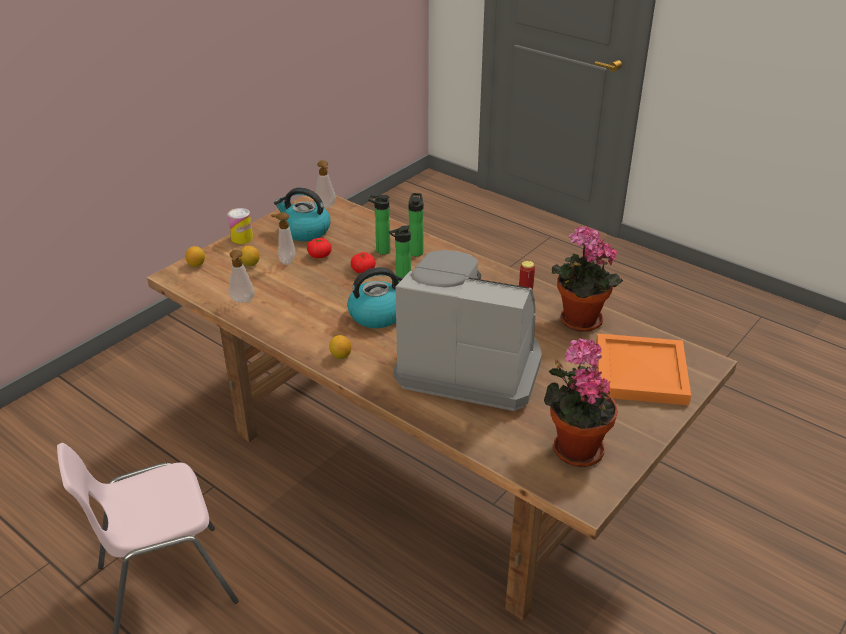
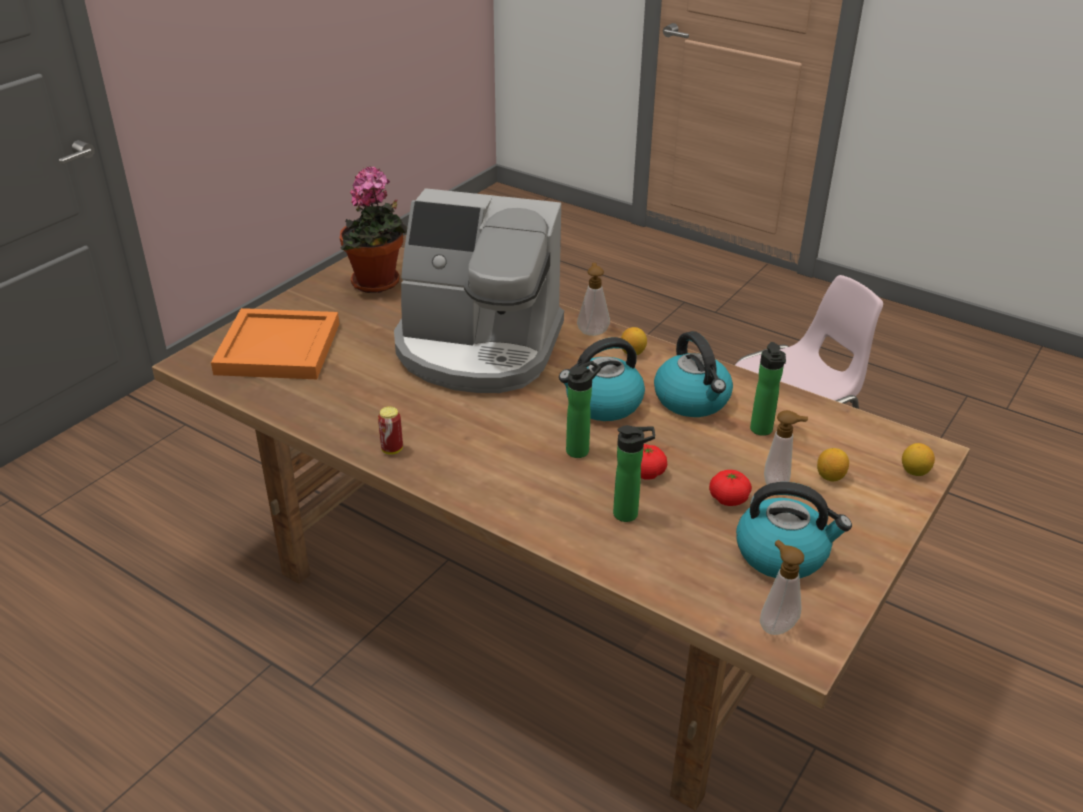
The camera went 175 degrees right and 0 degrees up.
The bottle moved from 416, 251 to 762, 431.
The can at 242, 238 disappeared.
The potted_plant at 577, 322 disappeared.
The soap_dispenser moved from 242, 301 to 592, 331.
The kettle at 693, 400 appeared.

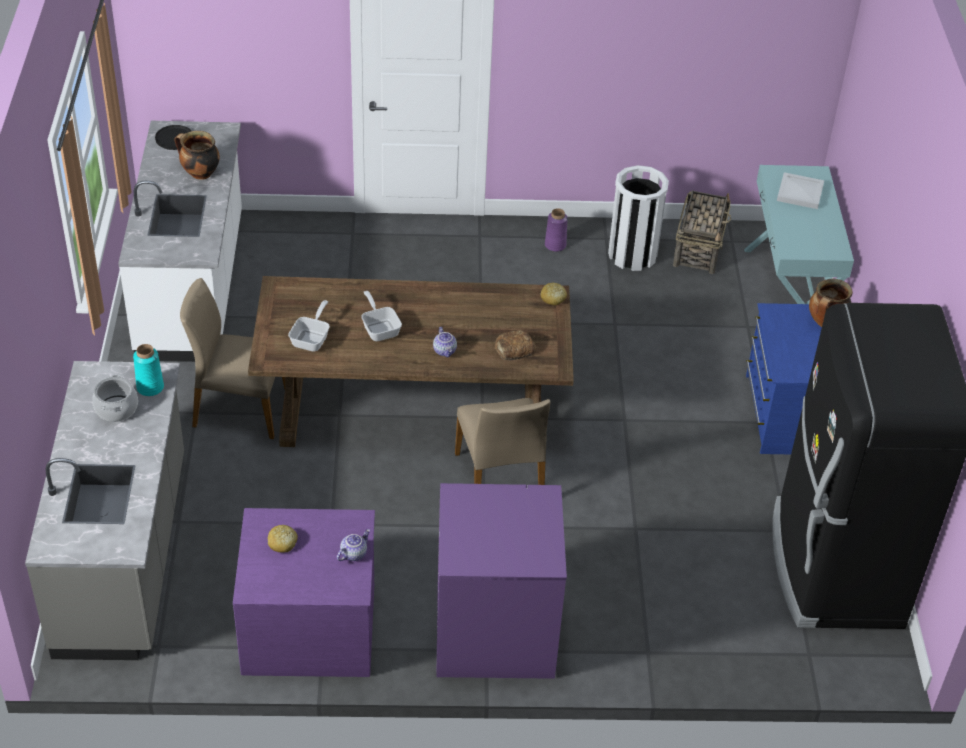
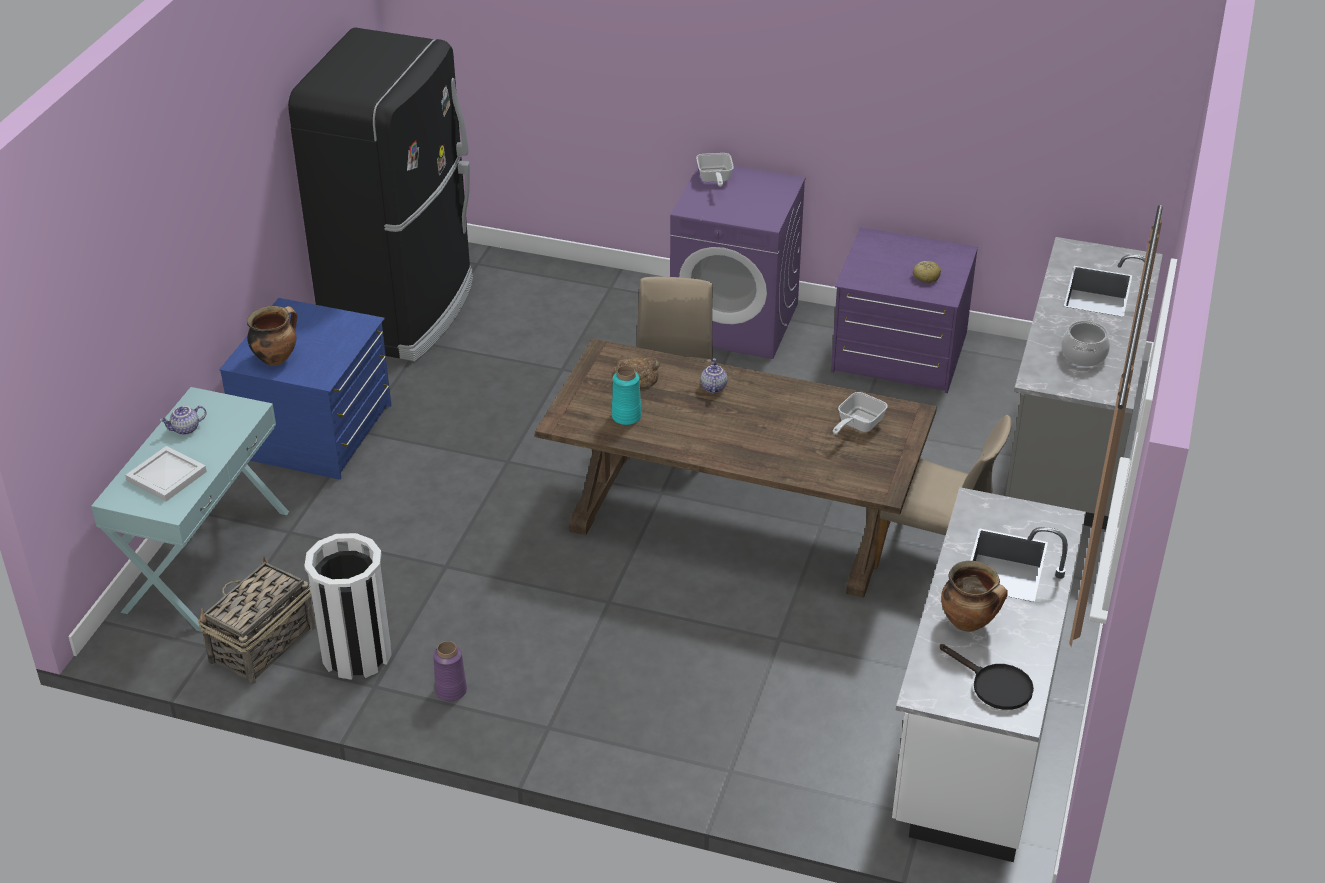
The camera went 160 degrees left and 5 degrees down.
The bread at 553, 298 disappeared.
The frying_pan moved from 380, 328 to 714, 179.
The turquoise_vase moved from 150, 387 to 626, 417.
The teapot moved from 353, 553 to 185, 429.

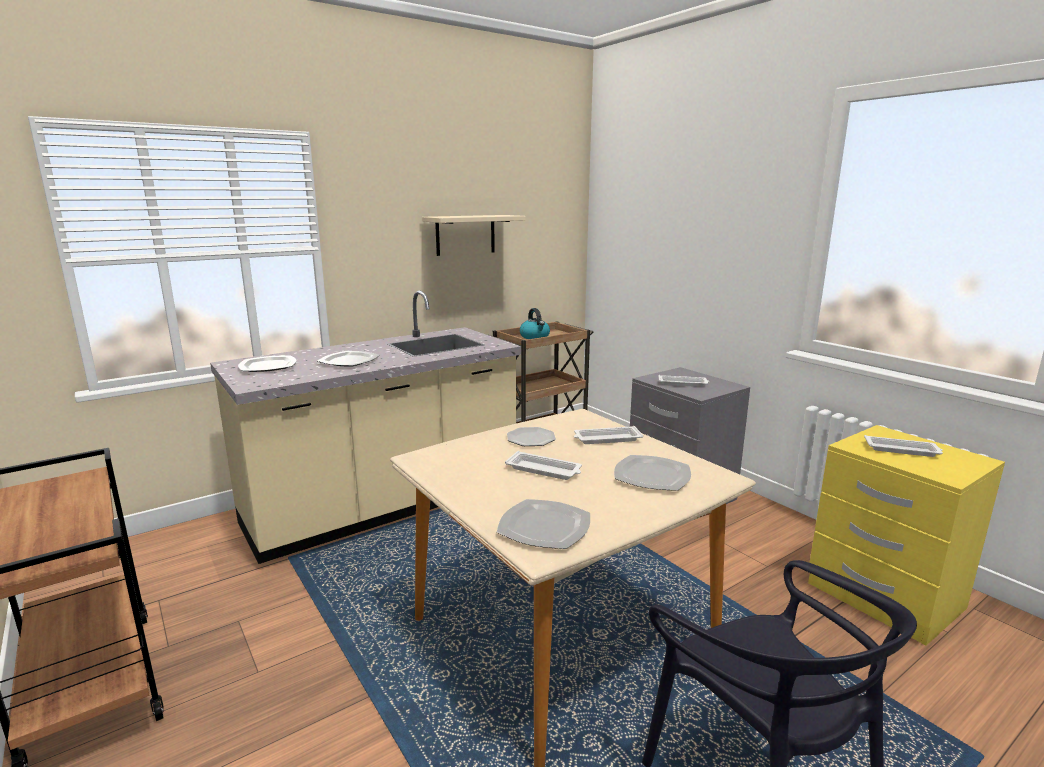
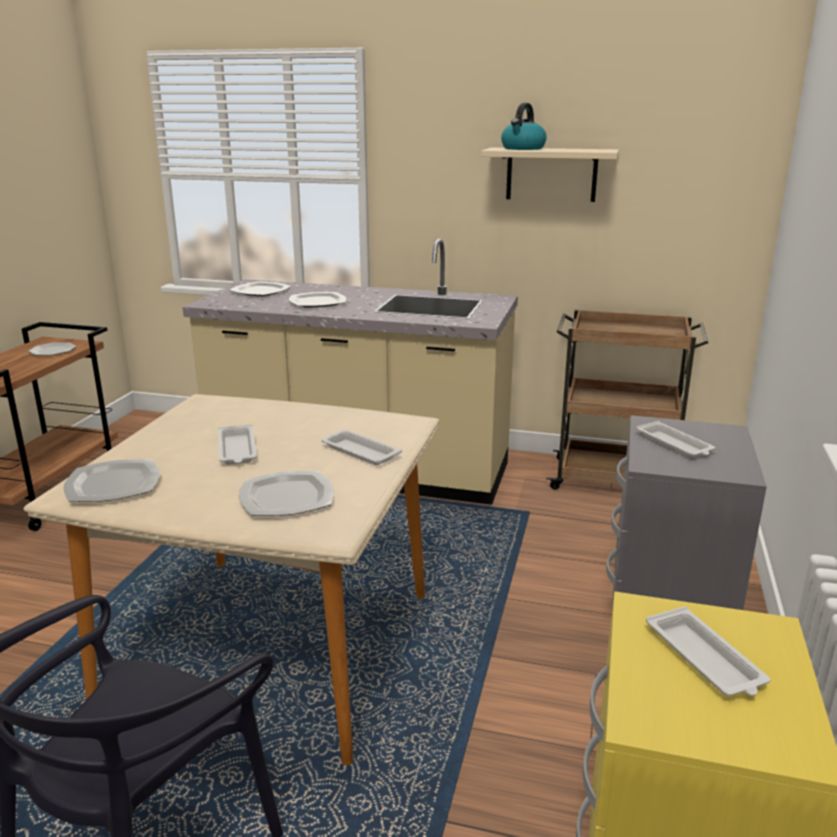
The camera went 50 degrees right and 5 degrees up.
The kettle moved from 535, 337 to 523, 149.
The plate moved from 531, 439 to 52, 351.

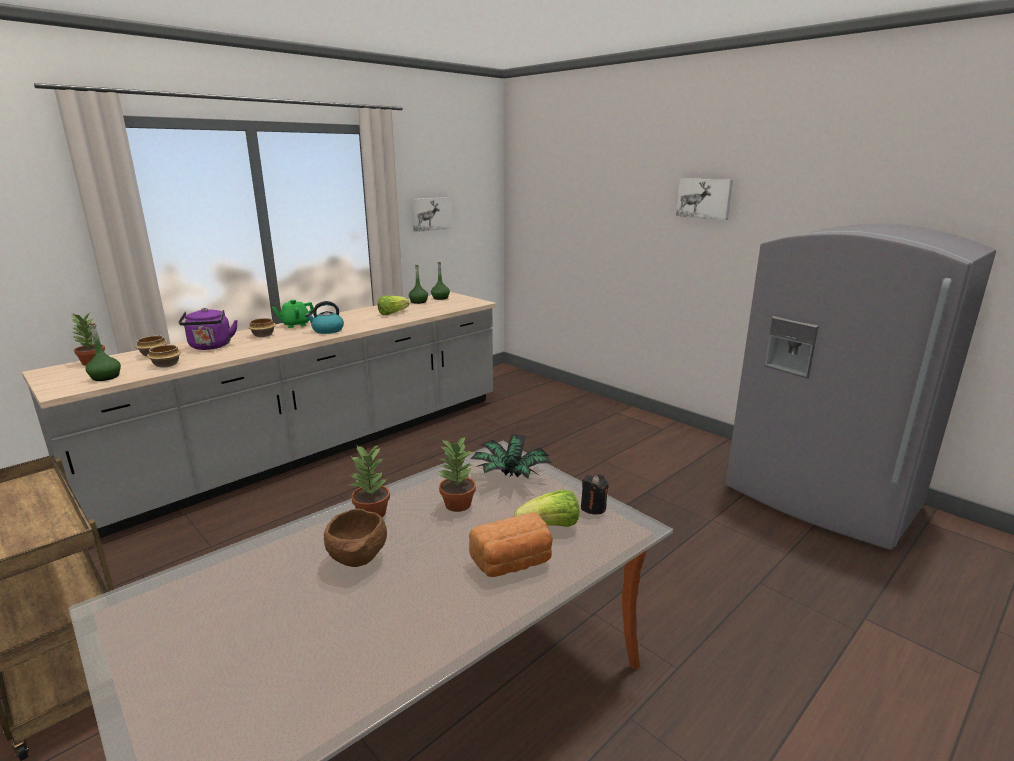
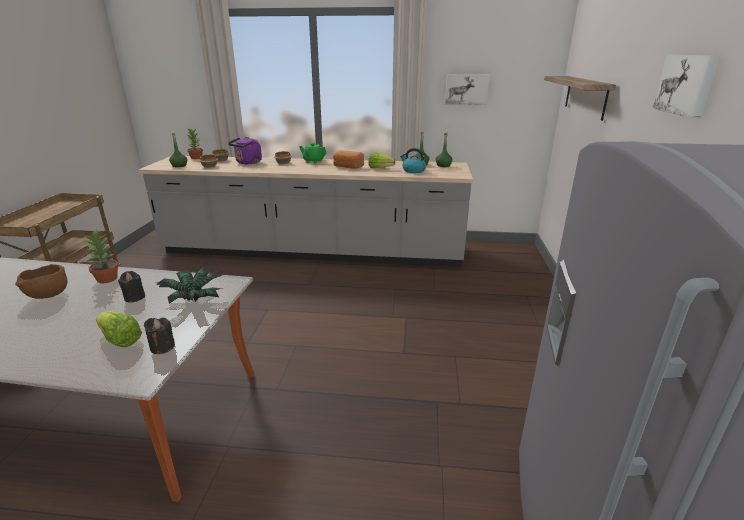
The camera went 50 degrees right and 5 degrees up.
The kettle moved from 327, 330 to 413, 170.
The potted_plant at 457, 504 was replaced by the black_candle at 134, 297.
The bread moved from 513, 563 to 347, 167.
The shelf at 585, 96 appeared.

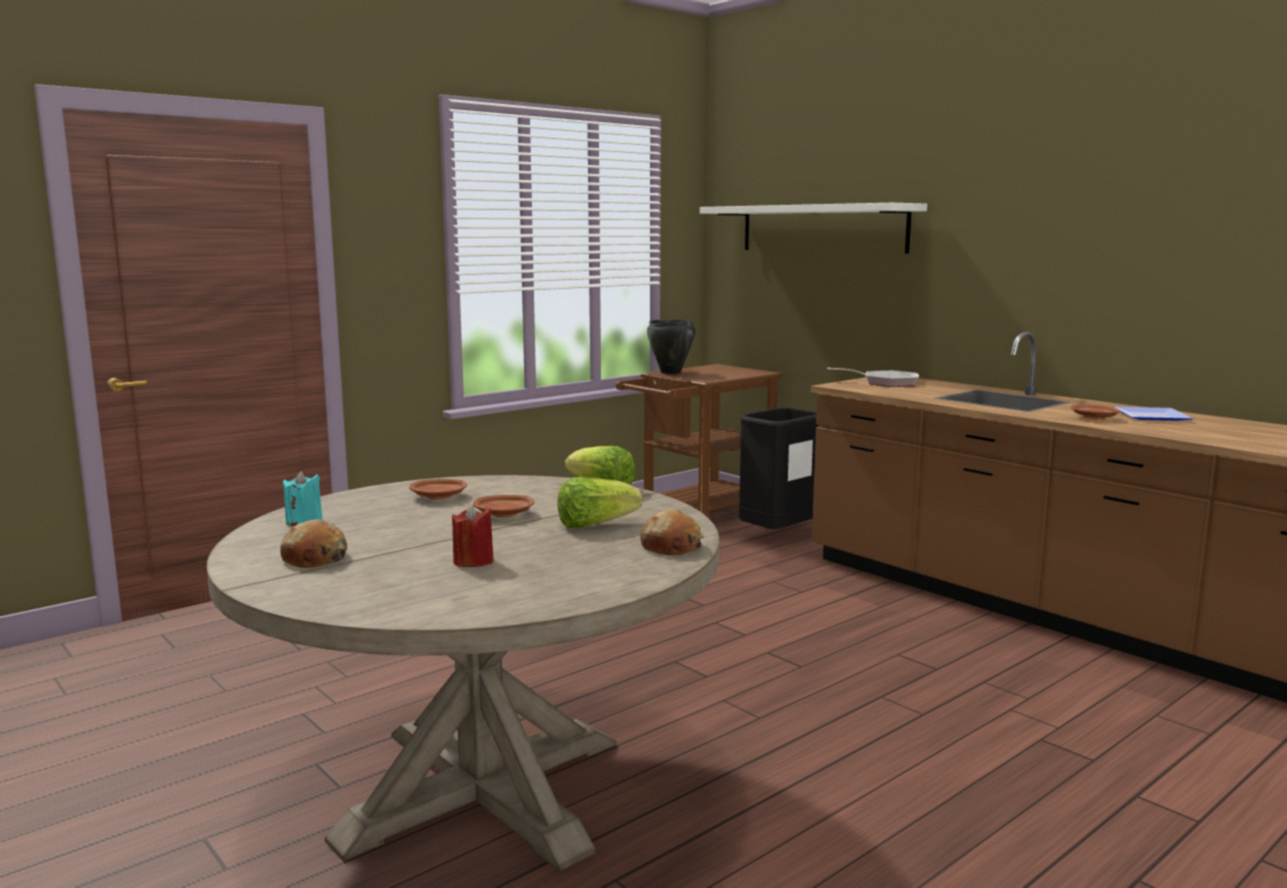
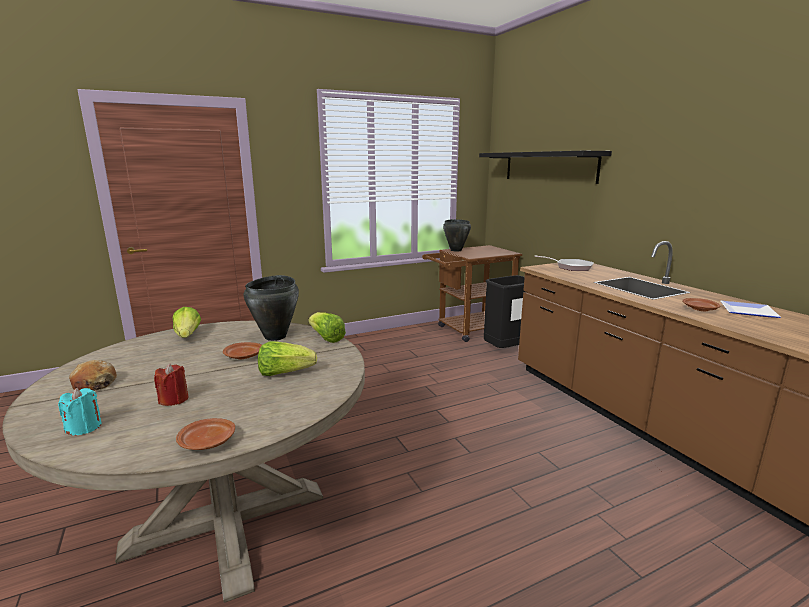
The camera went 15 degrees right and 5 degrees up.
The white_shelf at 822, 228 became the black_shelf at 549, 166.
The turquoise_candle moved from 304, 522 to 84, 427.
The brown_plate moved from 439, 497 to 208, 442.
The bread at 672, 547 disappeared.
The black_cooking_pot at 276, 336 appeared.
The lettuce at 188, 336 appeared.

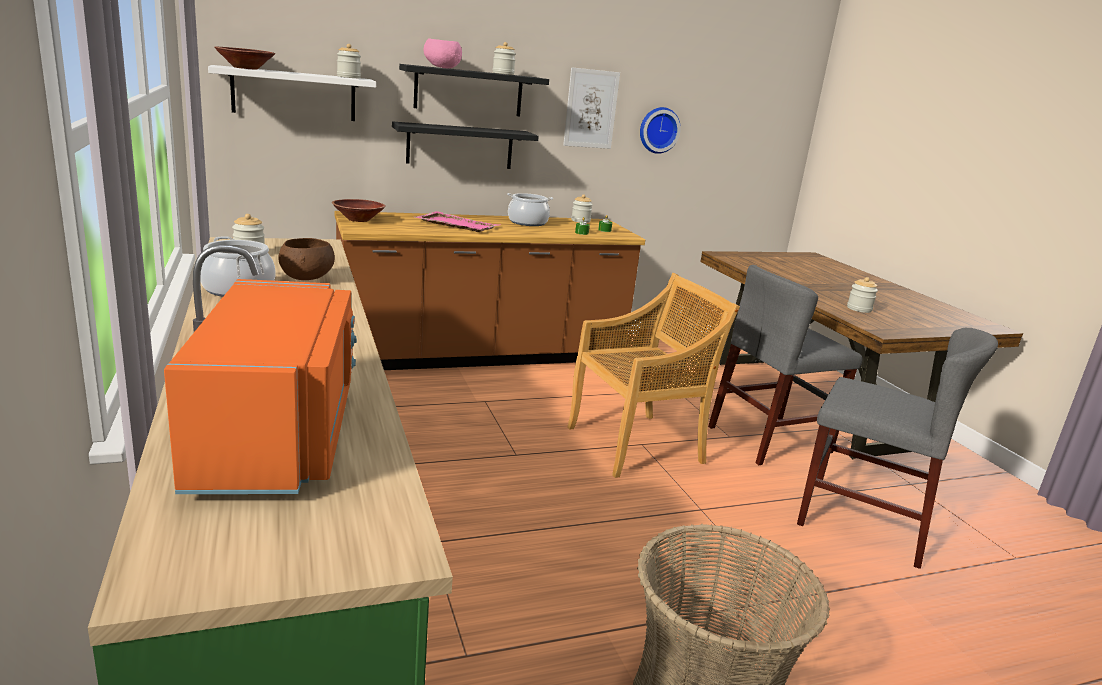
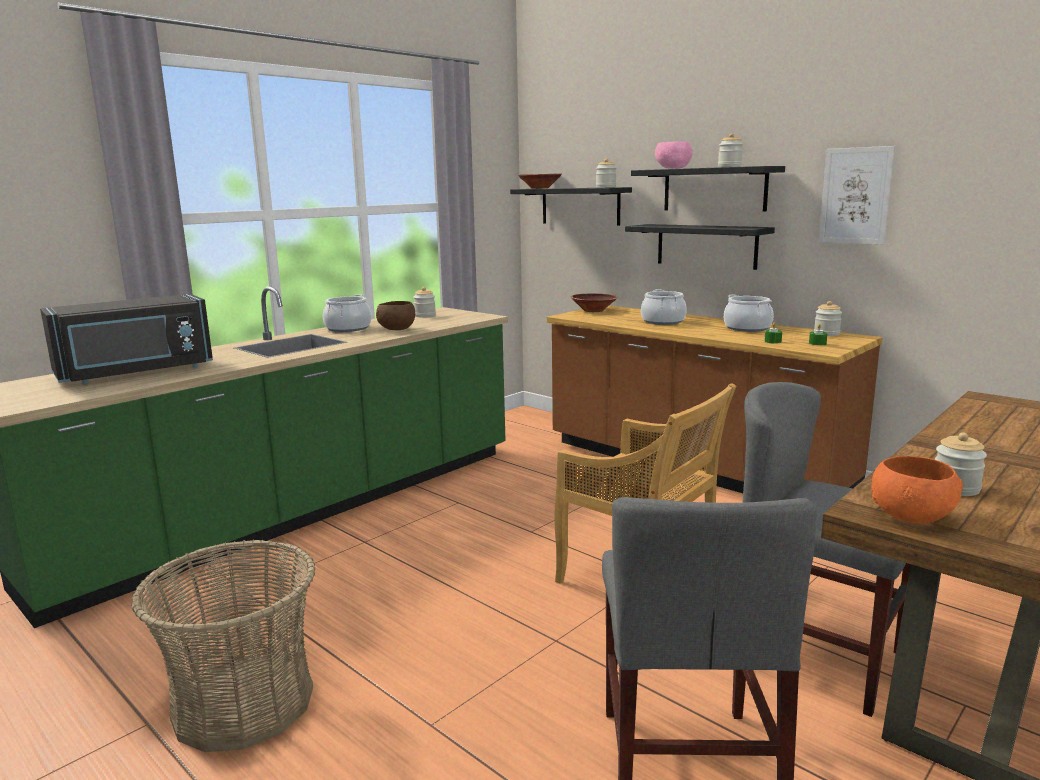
The camera went 65 degrees right and 5 degrees down.
The white_shelf at 294, 94 became the black_shelf at 580, 206.
The wall_clock at 658, 130 disappeared.
The pink_tray at 456, 224 was replaced by the cooking_pot at 663, 321.
The orange_microwave at 280, 435 became the black_microwave at 136, 372.
The orange_bowl at 912, 516 appeared.

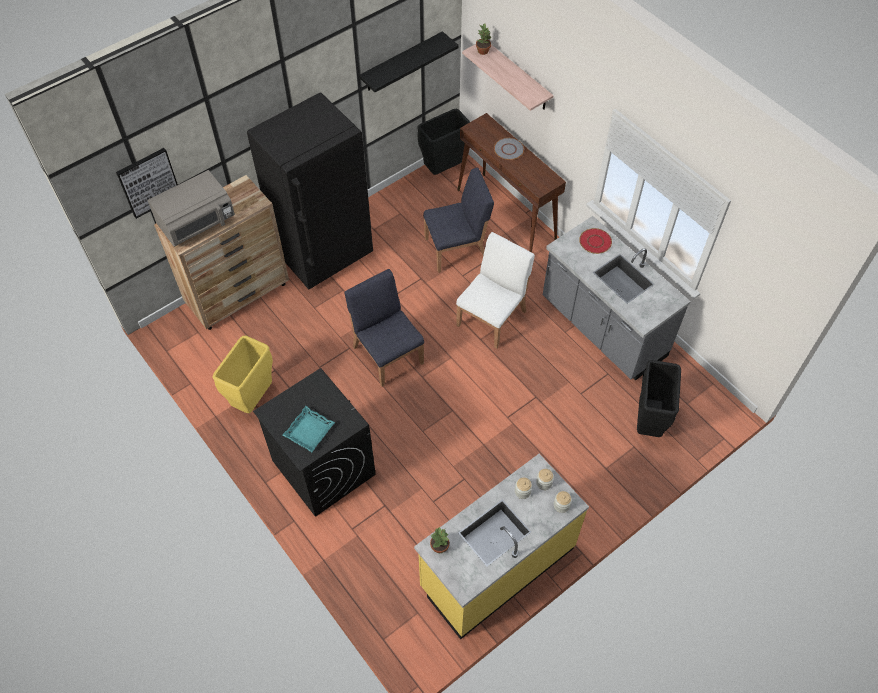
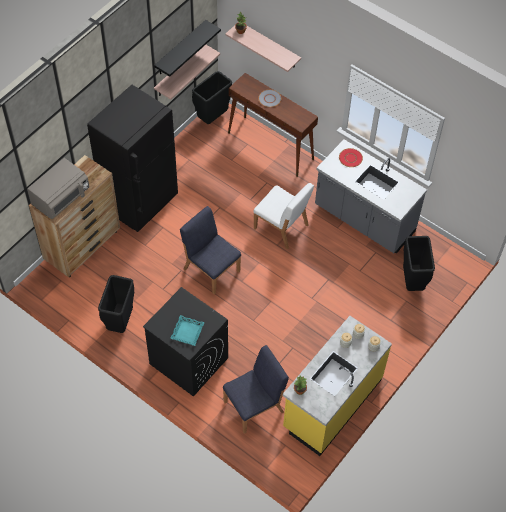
The camera went 15 degrees left and 0 degrees up.
The picture at 148, 182 disappeared.
The blue_chair moved from 457, 249 to 254, 406.
The white_chair at 492, 318 turned 105 degrees clockwise.
The yellow_trash_can at 252, 399 became the black_trash_can at 120, 322.
The shelf at 179, 71 appeared.

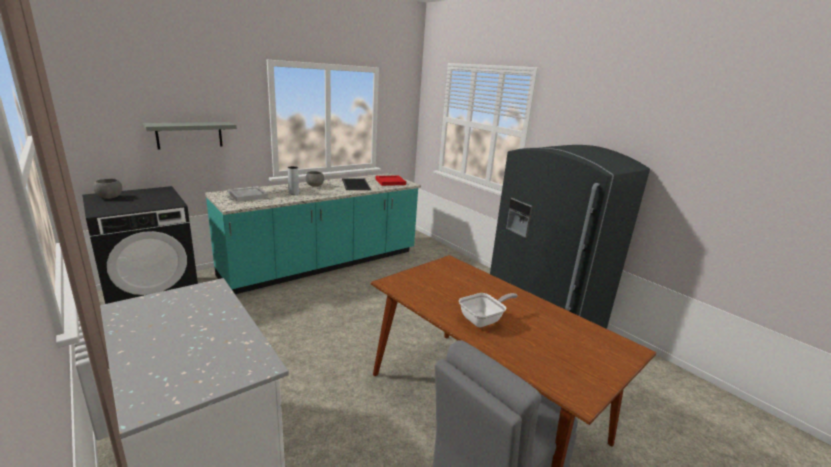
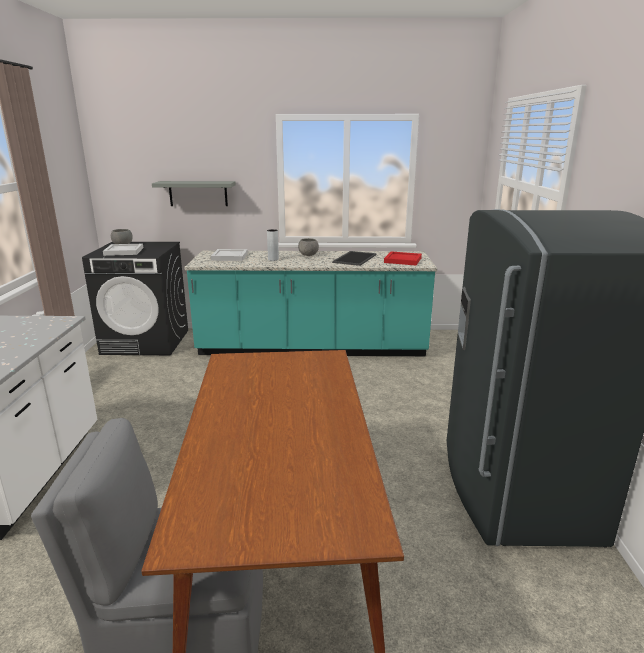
The camera went 40 degrees right and 0 degrees up.
The frying_pan at 484, 320 disappeared.
The white_tray at 124, 251 appeared.

